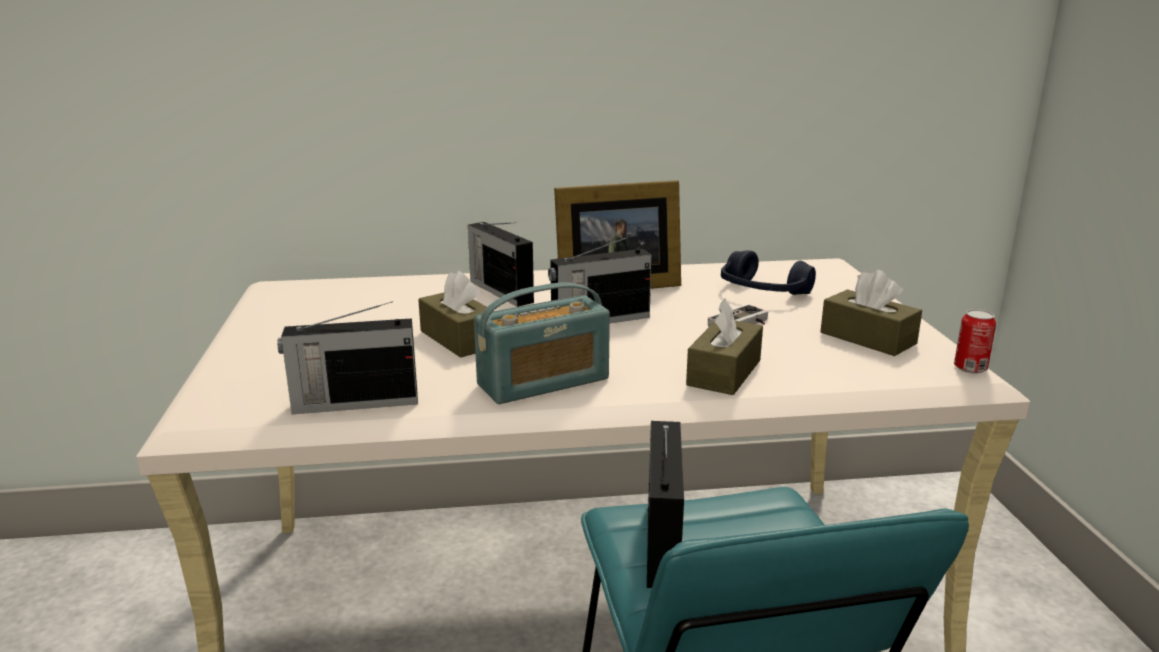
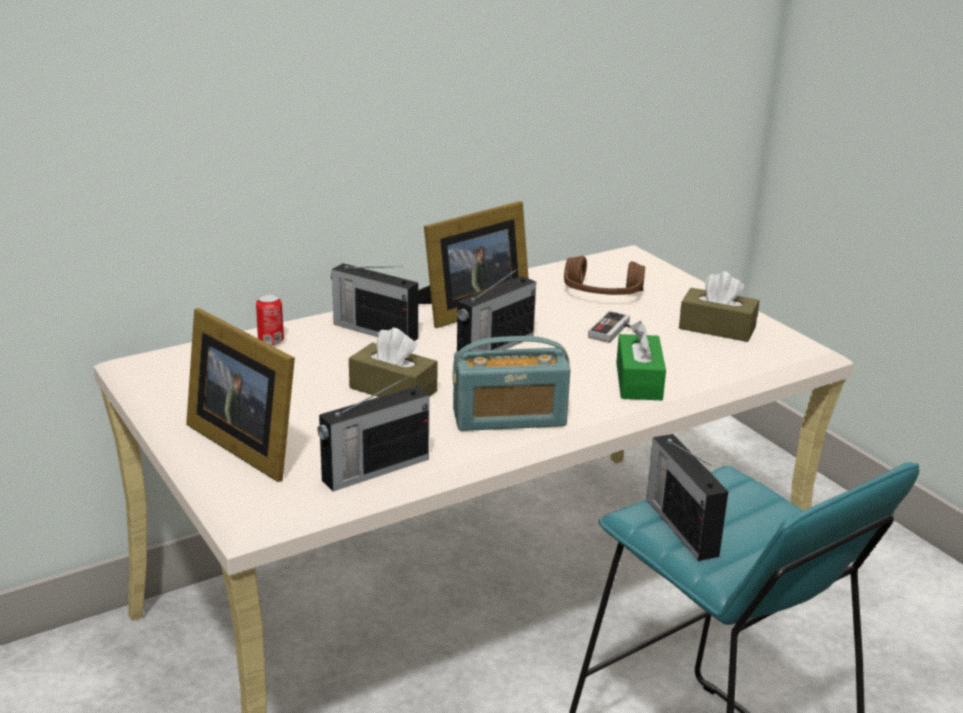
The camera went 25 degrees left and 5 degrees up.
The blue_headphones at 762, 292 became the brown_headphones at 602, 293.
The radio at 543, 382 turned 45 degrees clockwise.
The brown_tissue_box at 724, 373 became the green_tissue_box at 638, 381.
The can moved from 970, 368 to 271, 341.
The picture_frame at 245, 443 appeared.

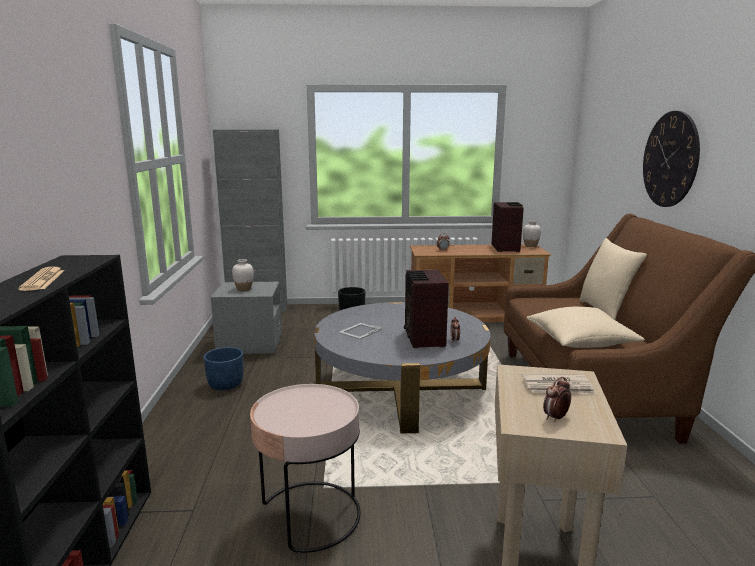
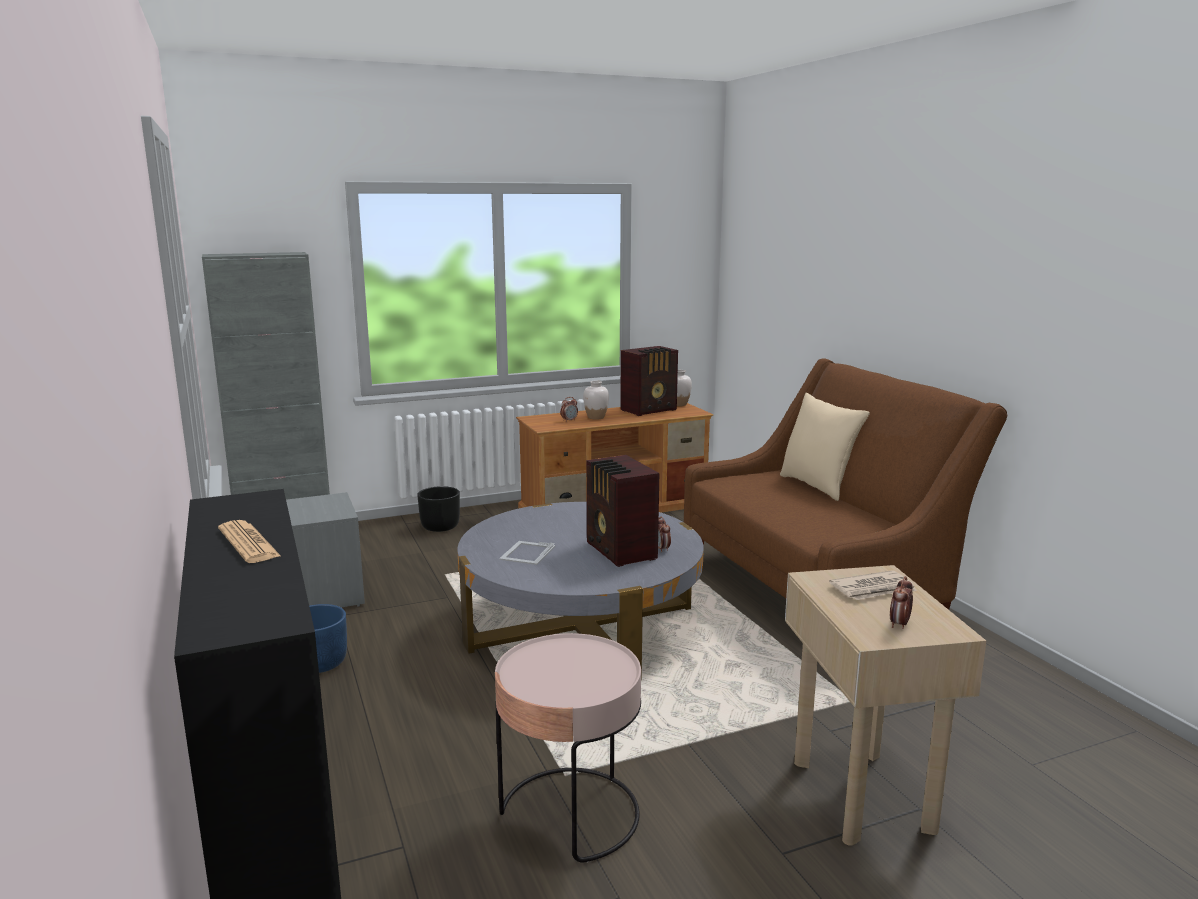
The camera went 20 degrees left and 0 degrees up.
The wall_clock at 670, 159 disappeared.
The radio at 506, 248 turned 75 degrees clockwise.
The white_vase moved from 243, 289 to 596, 417.
The beige_pillow at 580, 341 disappeared.

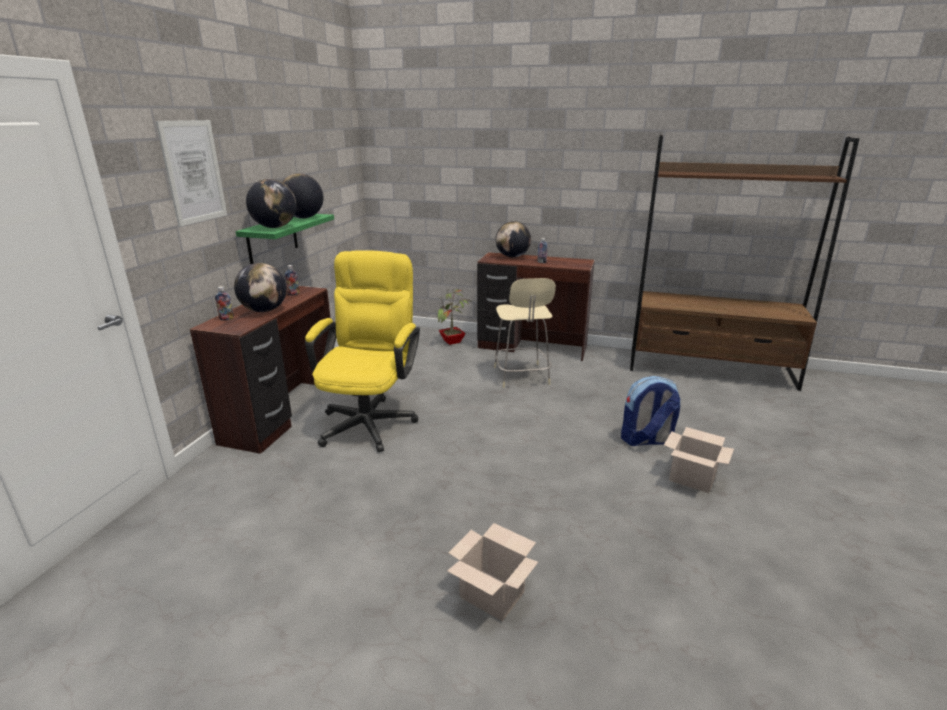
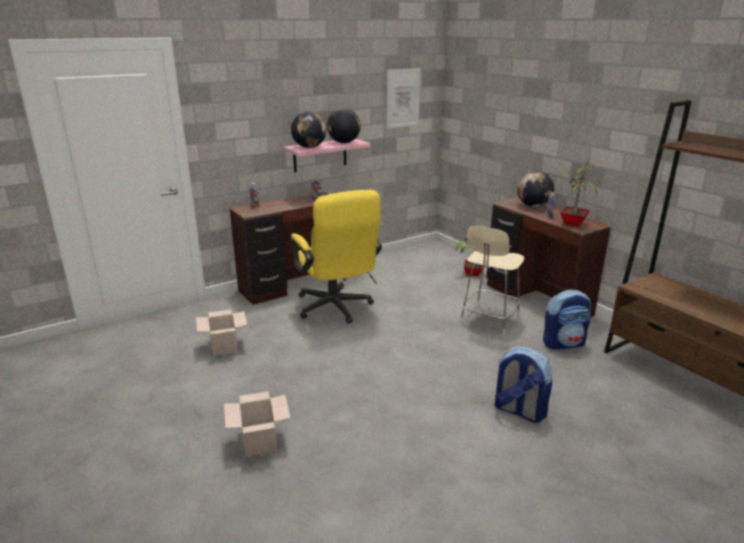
The camera went 40 degrees right and 0 degrees up.
The picture moved from 193, 172 to 403, 98.
The green_shelf at 272, 238 became the pink_shelf at 320, 155.
The yellow_office_chair at 370, 419 turned 105 degrees clockwise.
The globe at 264, 310 disappeared.
The cardboard_box moved from 693, 478 to 225, 347.
The potted_plant at 572, 223 appeared.
The backpack at 564, 343 appeared.

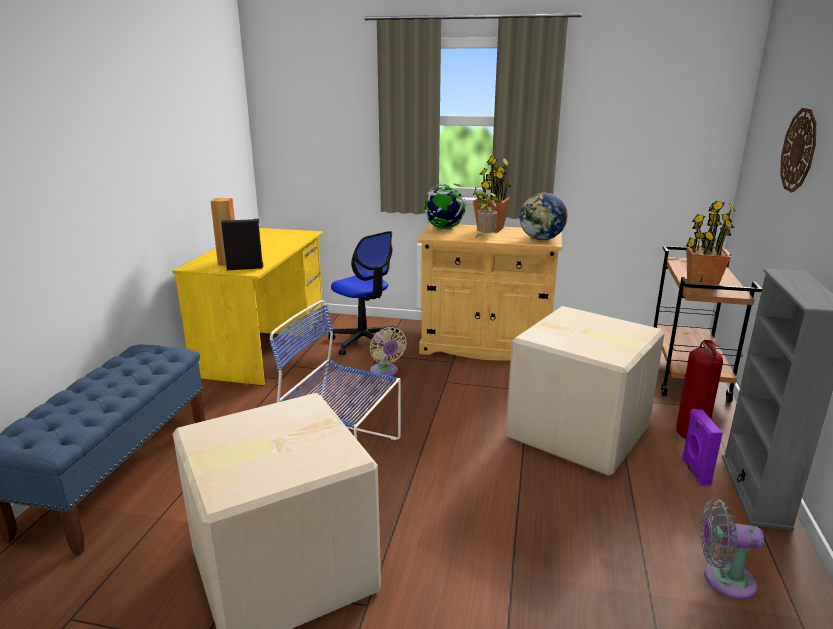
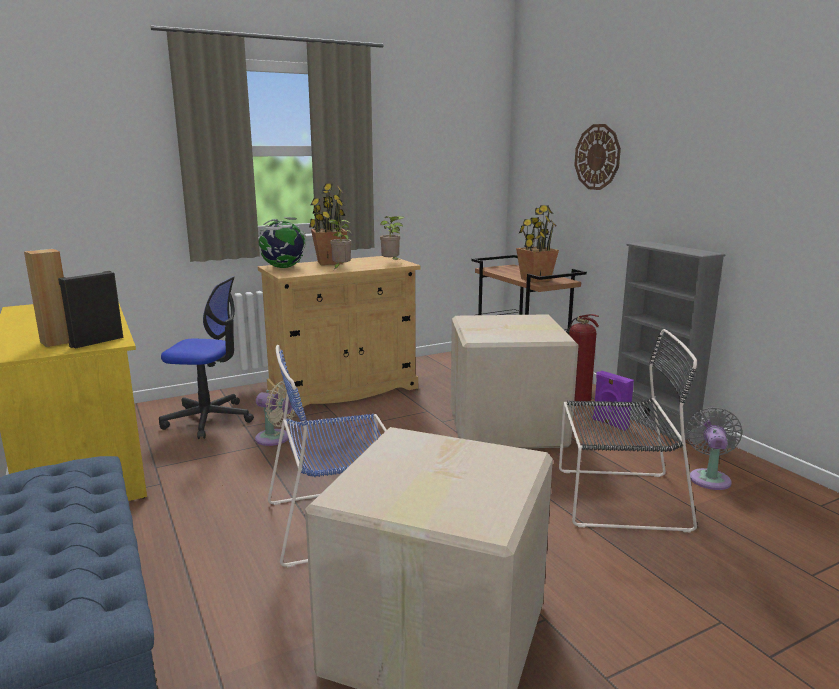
The camera went 40 degrees left and 5 degrees down.
The globe at 541, 239 was replaced by the potted_plant at 391, 263.
The grey_fan at 723, 579 turned 135 degrees clockwise.
The black_chair at 616, 498 appeared.

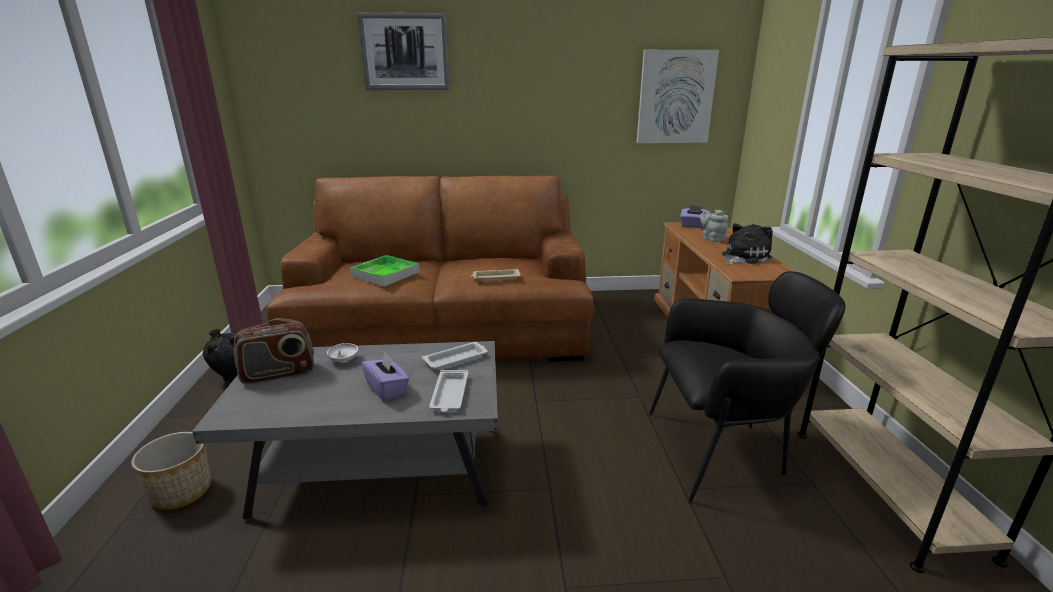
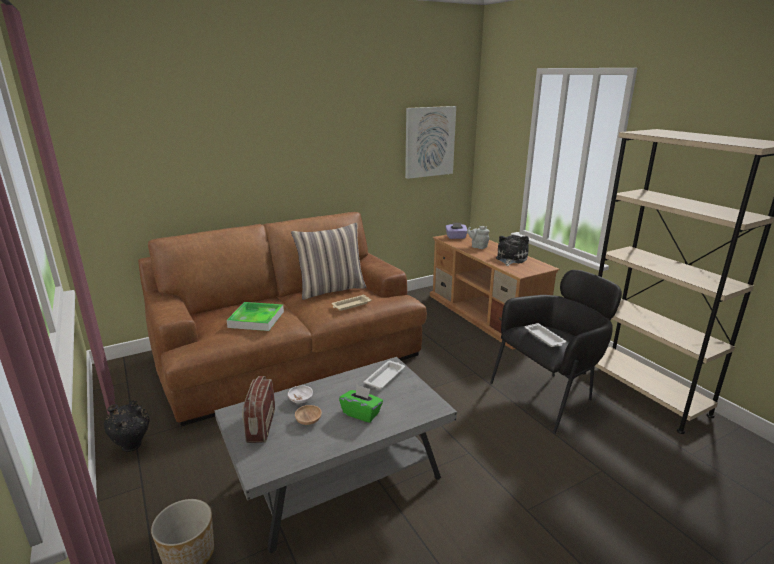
The camera went 25 degrees left and 0 degrees up.
The picture at 405, 52 disappeared.
The radio at 278, 374 turned 135 degrees clockwise.
The purple_tissue_box at 387, 389 became the green_tissue_box at 361, 413.
The white_tray moved from 450, 395 to 545, 338.
The pillow at 331, 289 appeared.
The brown_bowl at 308, 421 appeared.

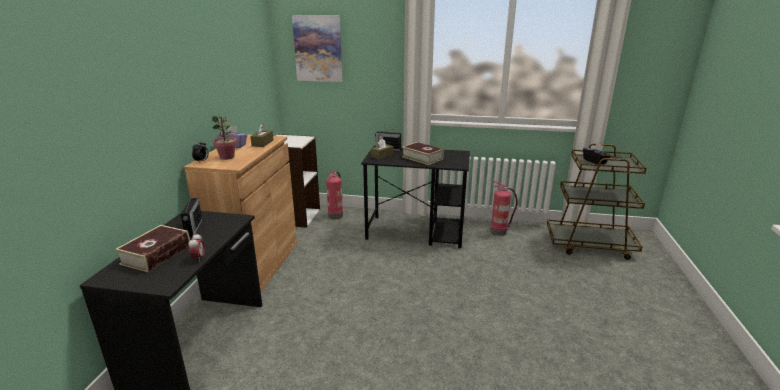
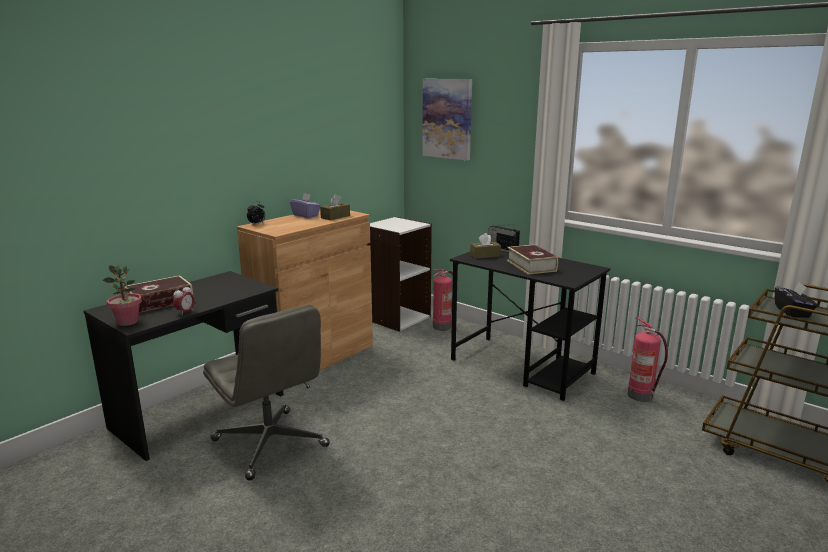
The camera went 30 degrees right and 5 degrees down.
The potted_plant moved from 227, 157 to 128, 322.
The radio at 193, 228 disappeared.
The grey_office_chair at 271, 444 appeared.

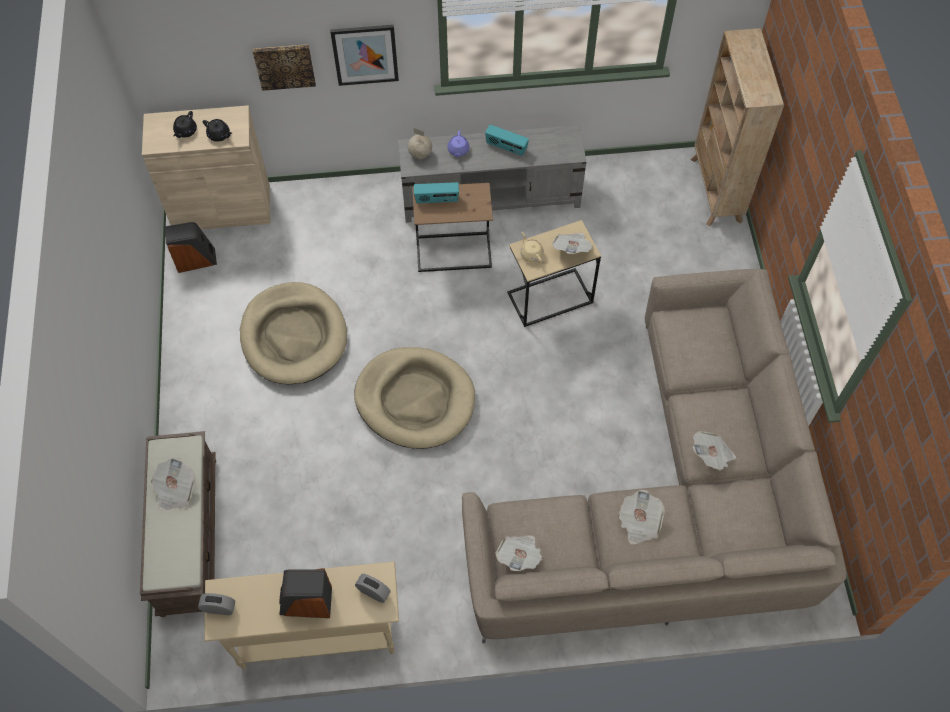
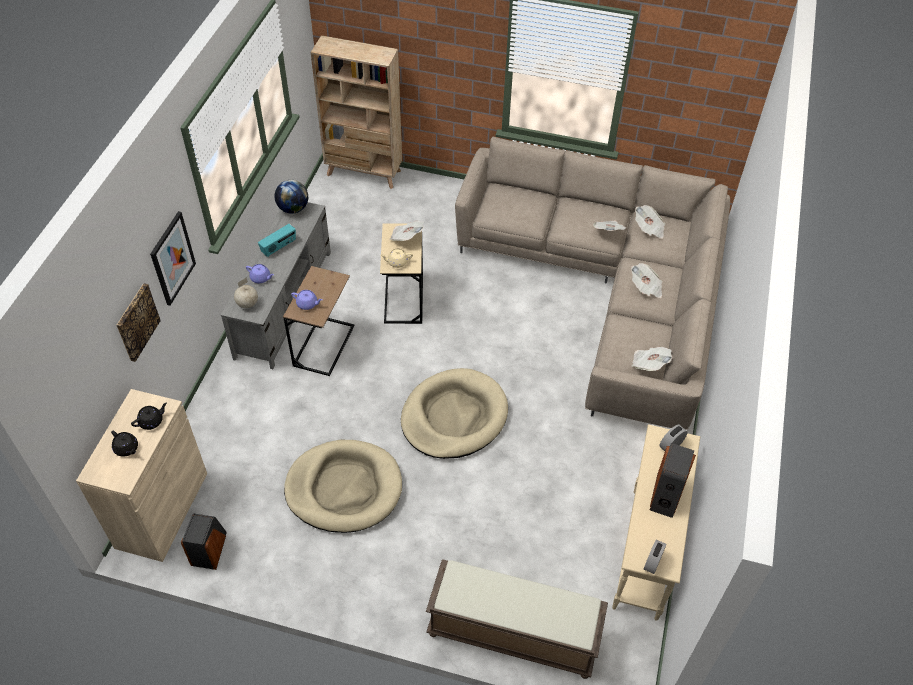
The camera went 70 degrees left and 10 degrees down.
The radio at 436, 200 was replaced by the purple_teapot at 307, 304.
The newspaper moved from 175, 490 to 649, 229.
The globe at 293, 208 appeared.

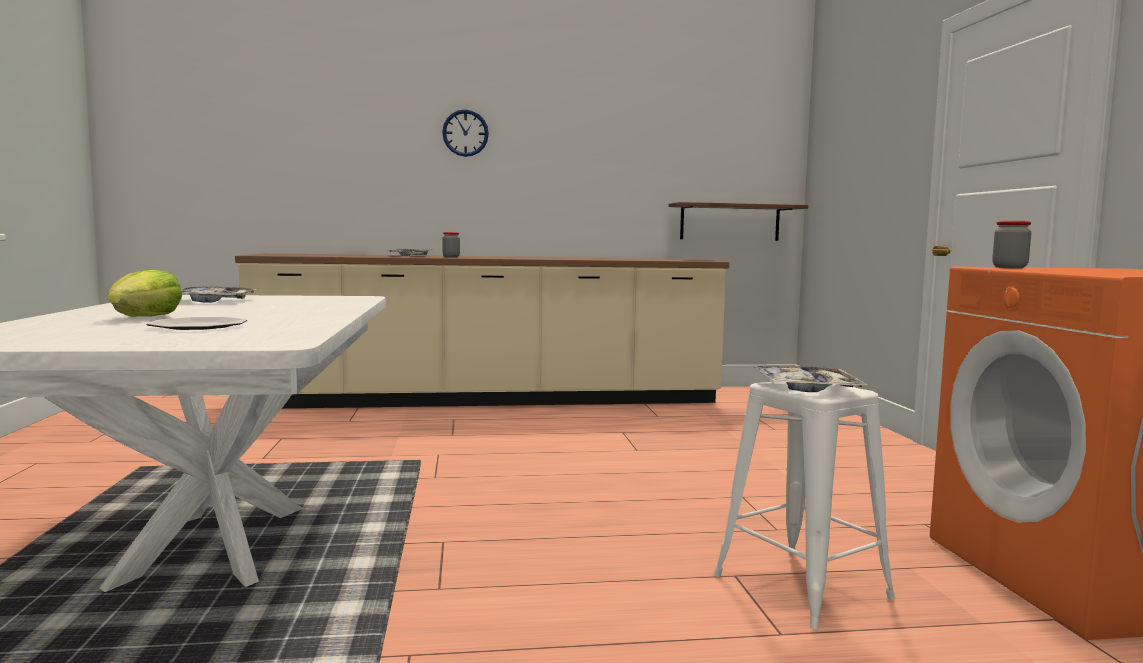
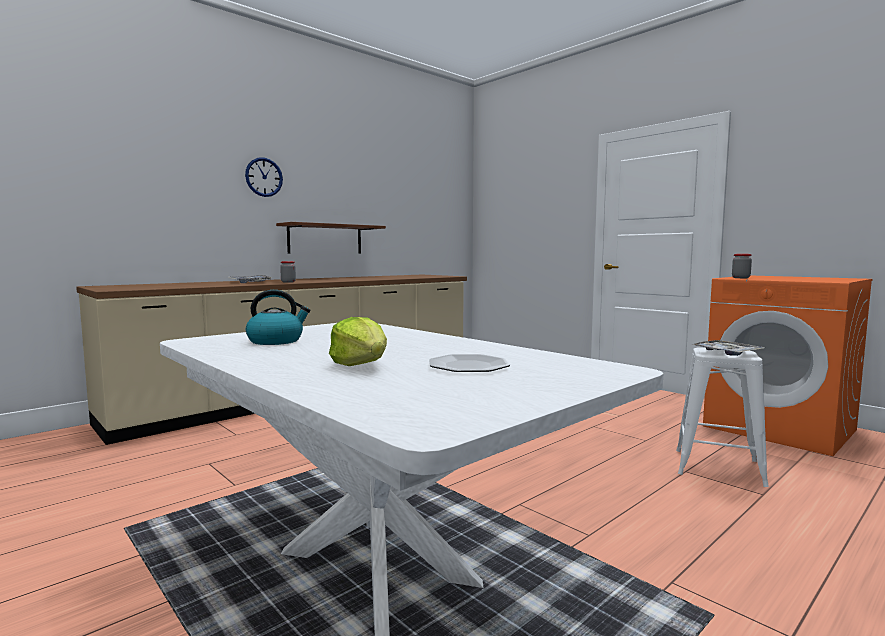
The camera went 35 degrees left and 0 degrees up.
The brown_shelf moved from 730, 222 to 325, 239.
The tray at 213, 301 was replaced by the kettle at 276, 341.

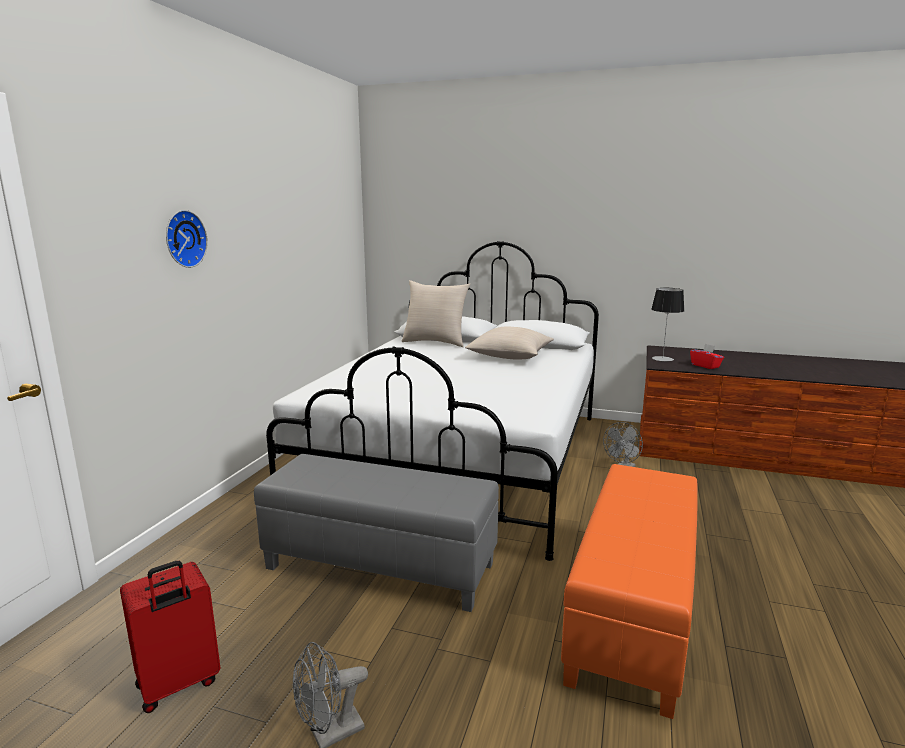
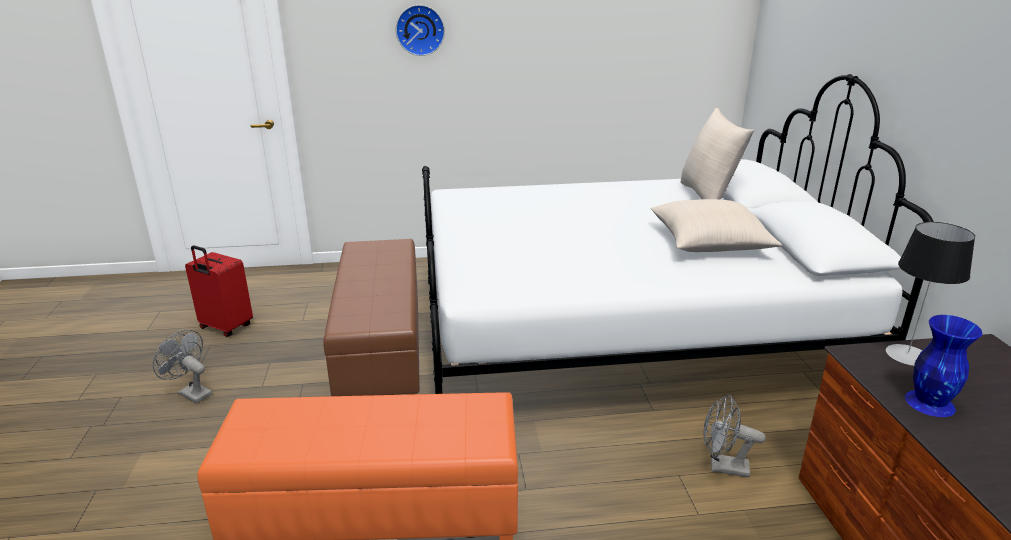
The camera went 65 degrees right and 10 degrees up.
The red_tissue_box at 705, 366 was replaced by the blue_vase at 929, 402.
The grey_ottoman at 381, 565 became the brown_ottoman at 382, 354.

